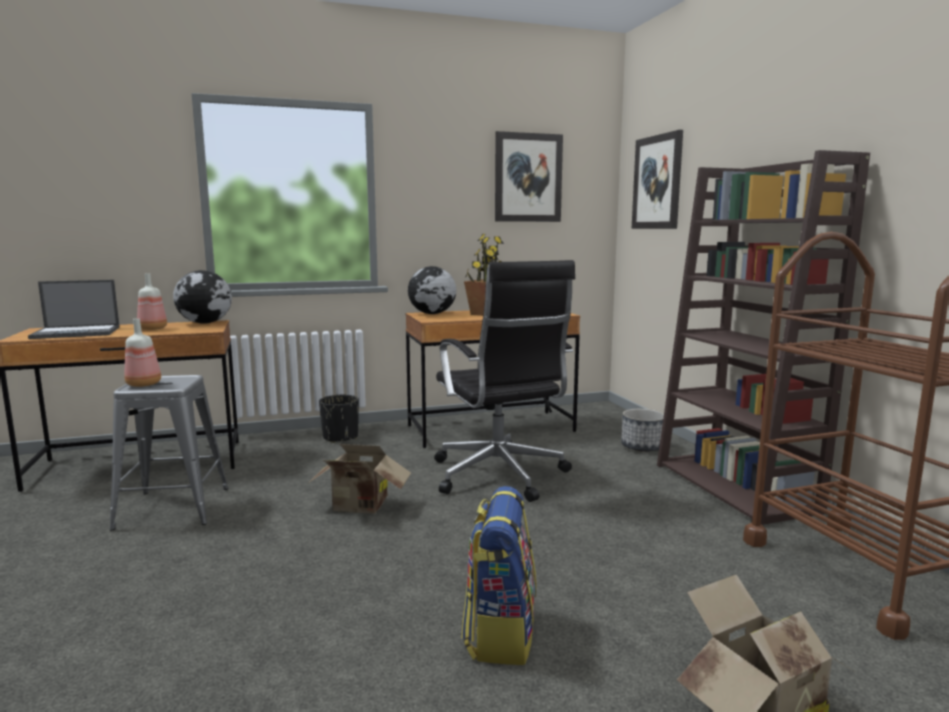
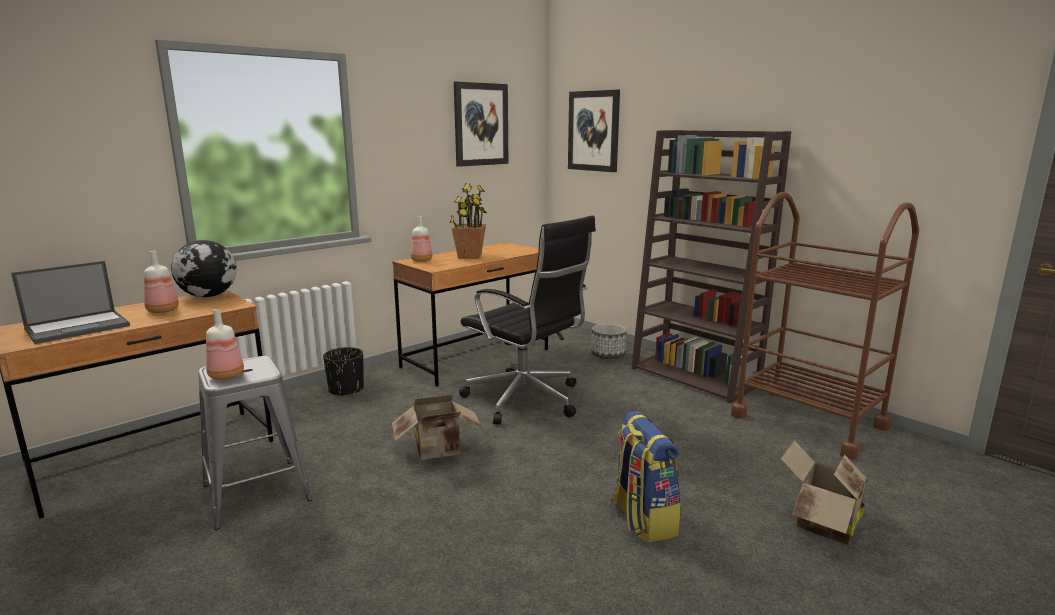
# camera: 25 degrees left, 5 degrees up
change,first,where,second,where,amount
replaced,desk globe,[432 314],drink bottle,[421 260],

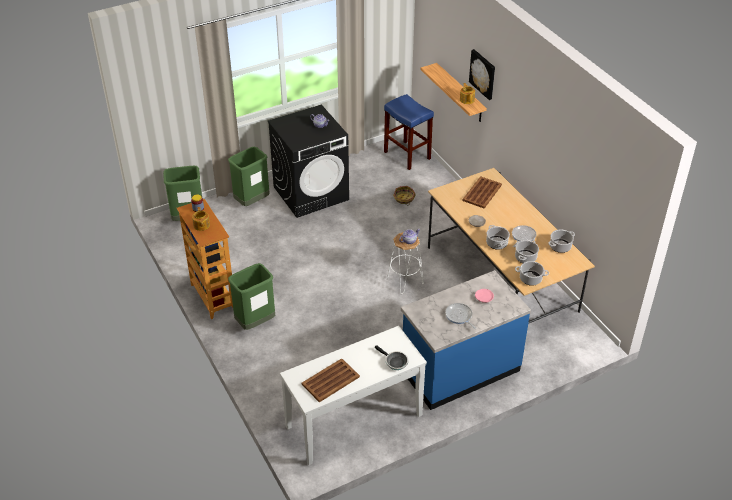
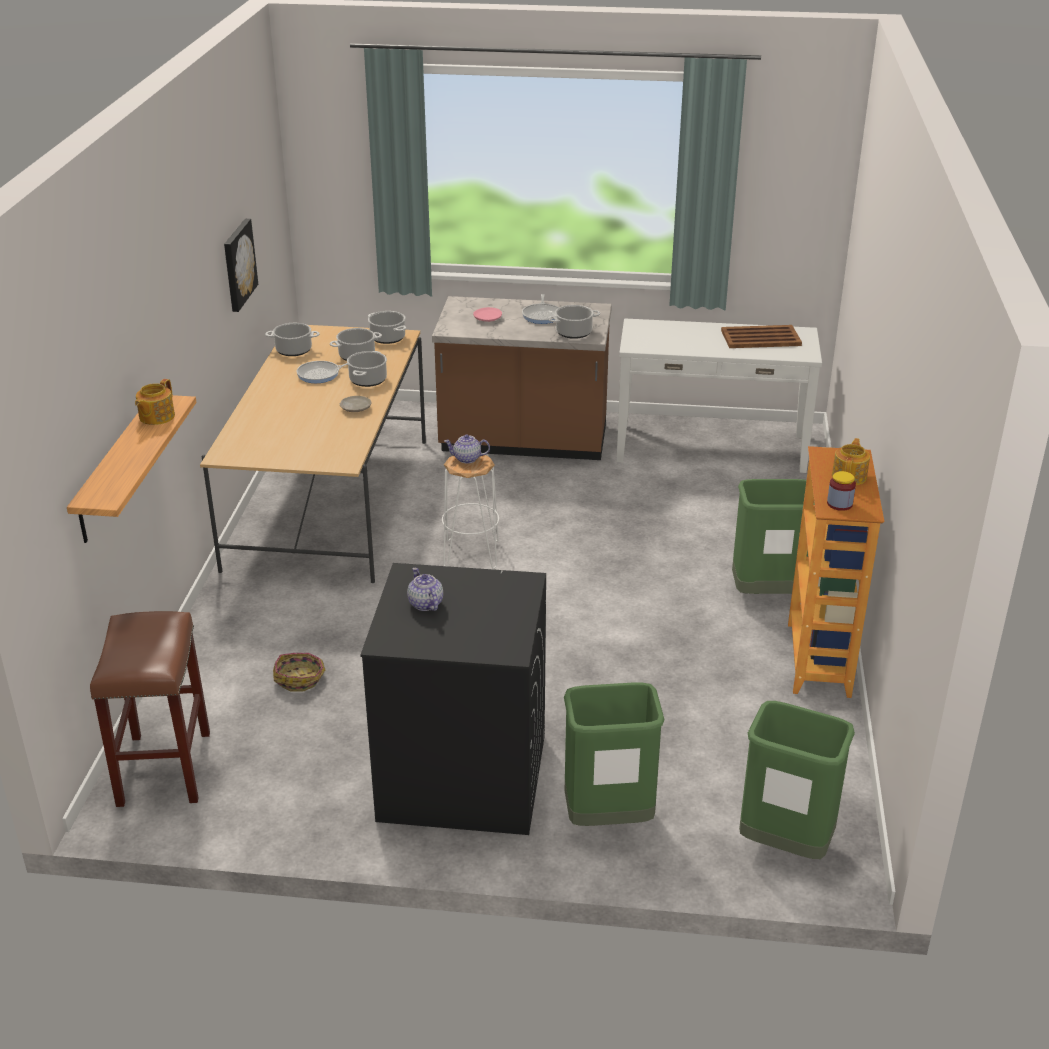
# camera: 145 degrees left, 10 degrees down
change,first,where,second,where,amount
removed,frying pan,[394 362],,,
removed,brown carrying tray,[482 192],,,
added,,,cooking pot,[574 332],
moved,picture,[483 74],,[238 264],
recoloured,blue-coloured stool seat,[406 155],brown stool seat,[165 770],
recoloured,blue-coloured kitchen base unit,[459 369],brown kitchen base unit,[523 442],

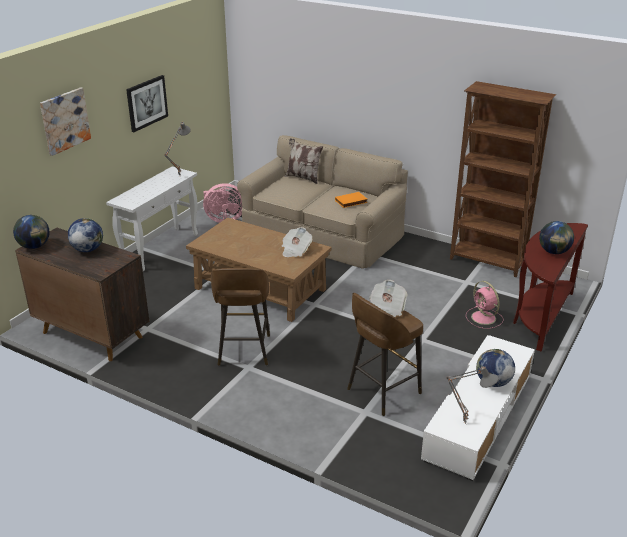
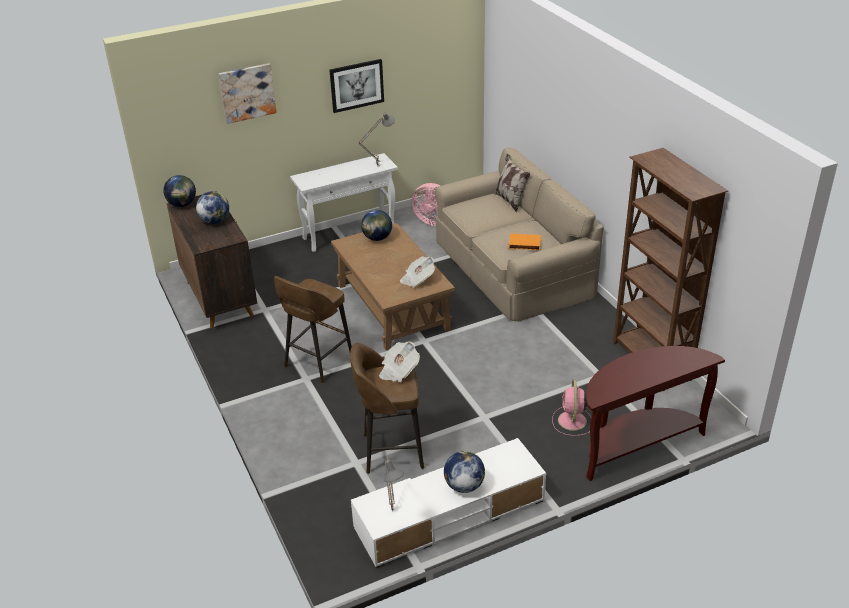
# camera: 35 degrees right, 5 degrees up
change,first,where,second,where,amount
moved,desk globe,[554 252],,[377 238],

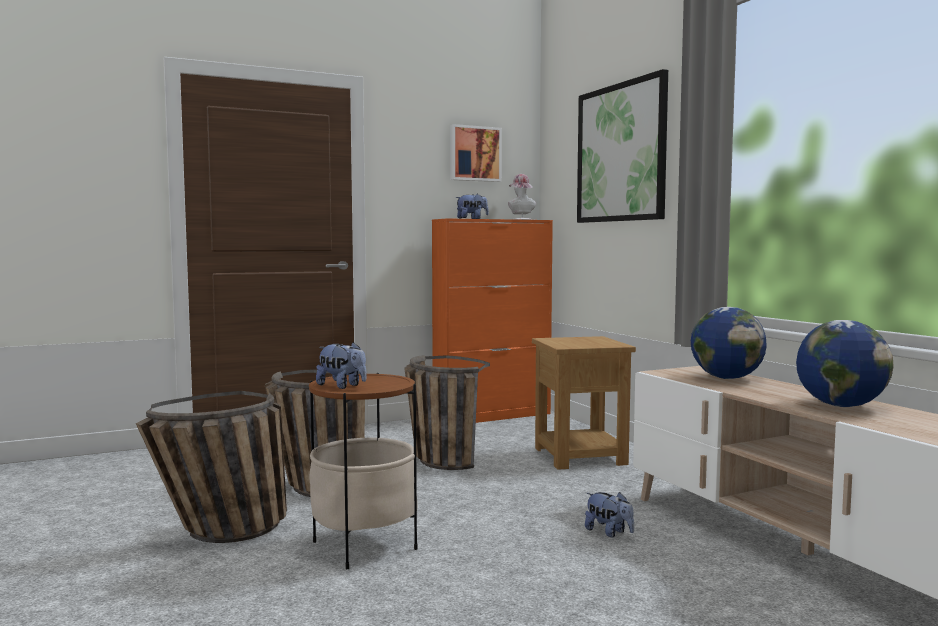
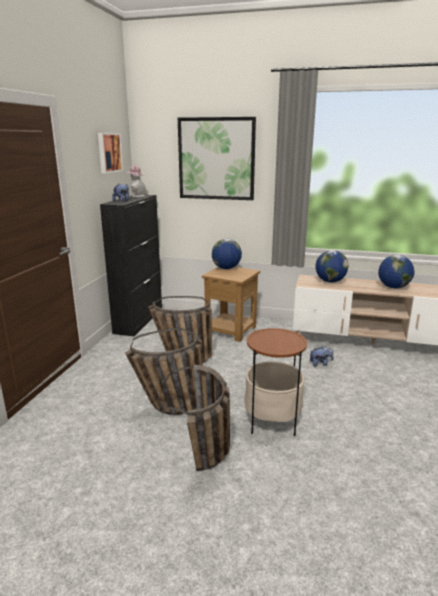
# camera: 50 degrees left, 15 degrees up
change,first,where,second,where,amount
removed,plush toy,[342 386],,,
added,,,desk globe,[226 268],
recoloured,orange-coloured storage cabinet,[493 415],black storage cabinet,[139 320],

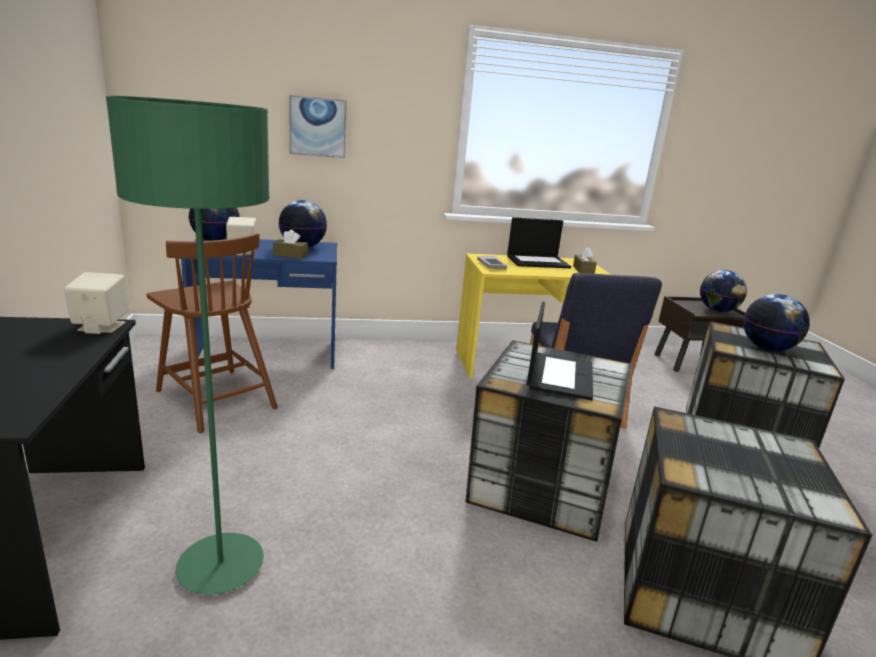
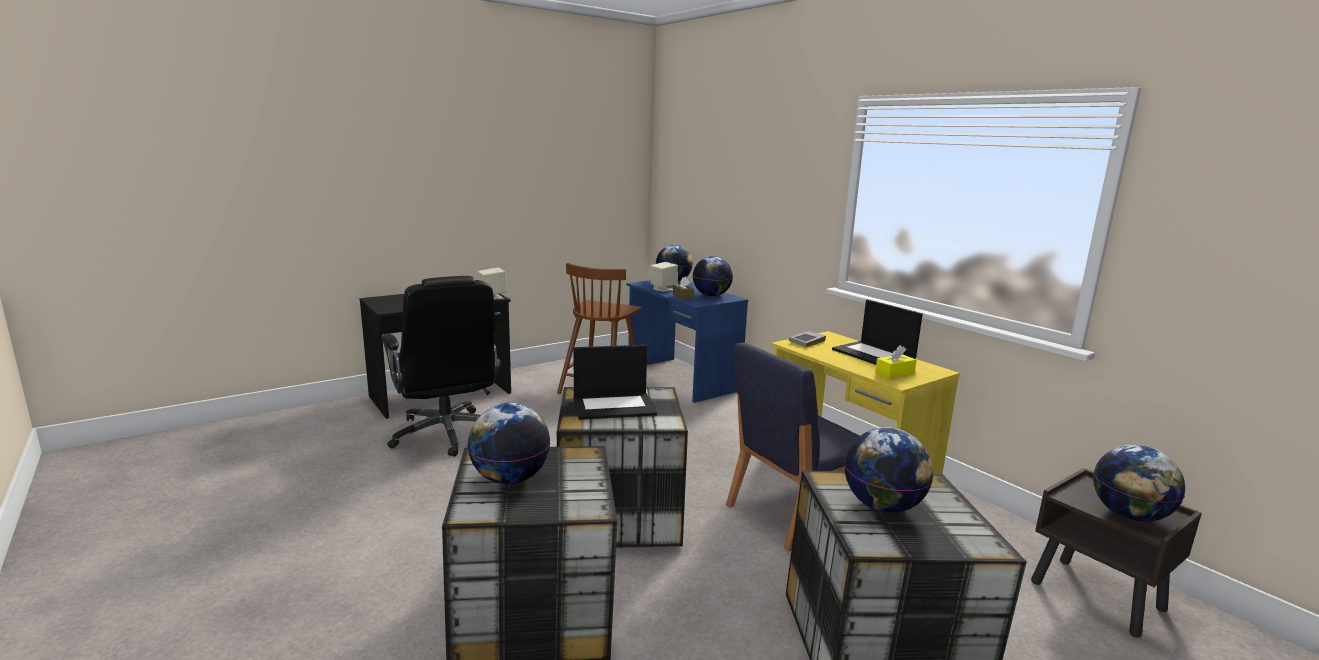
# camera: 65 degrees right, 5 degrees down
change,first,where,second,where,amount
removed,picture,[317 127],,,
added,,,desk globe,[510 478],
replaced,green-coloured standard lamp,[220 566],black desk chair,[447 434],
recoloured,brown tissue box,[583 270],yellowish tissue box,[894 373],

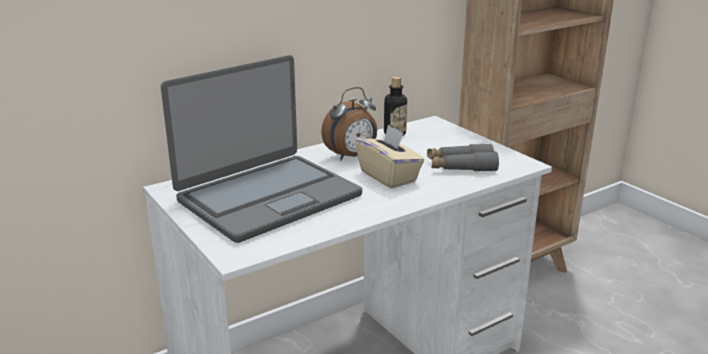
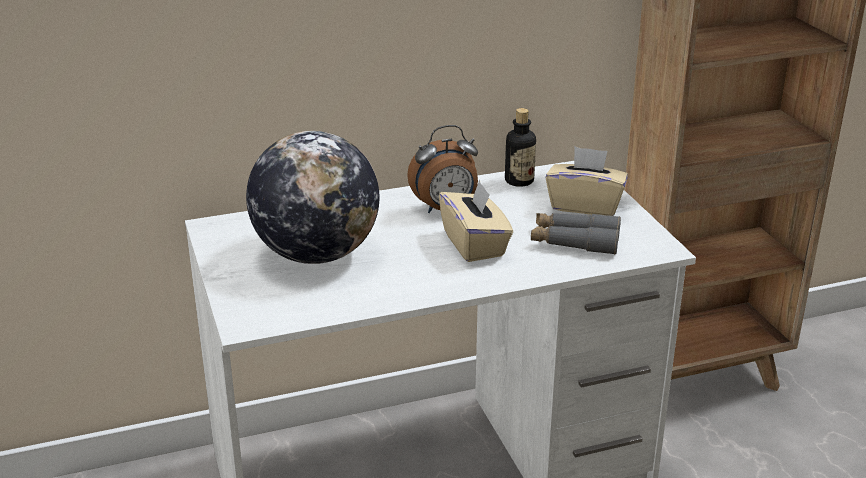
# camera: 15 degrees right, 5 degrees up
change,first,where,second,where,amount
added,,,sand-coloured tissue box,[585 205],
replaced,portable computer,[268 197],desk globe,[316 254],

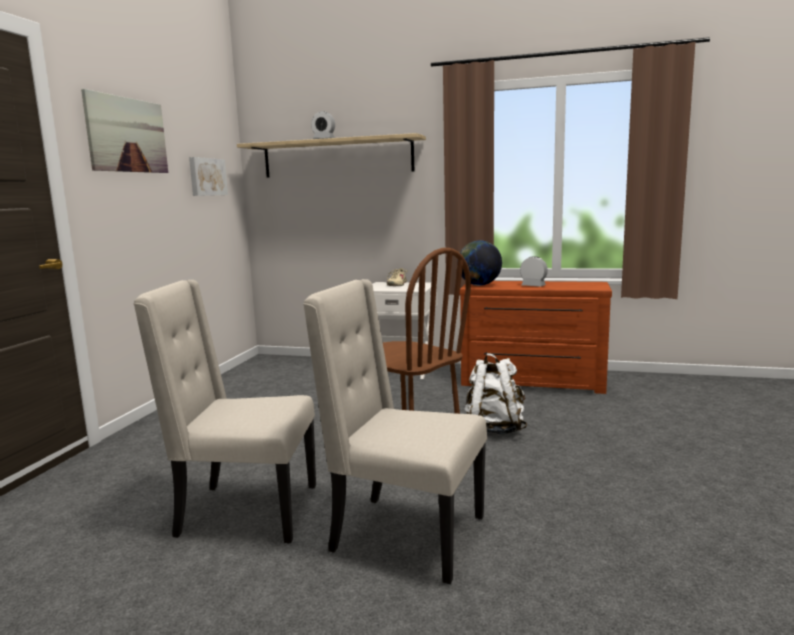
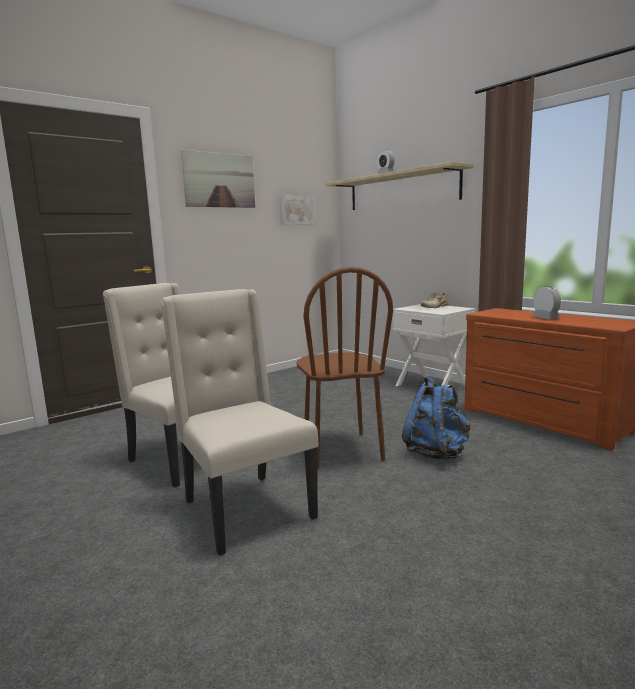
# camera: 35 degrees right, 0 degrees up
change,first,where,second,where,amount
removed,desk globe,[479 285],,,
recoloured,white-coloured rucksack,[494 429],blue-coloured rucksack,[436 453],

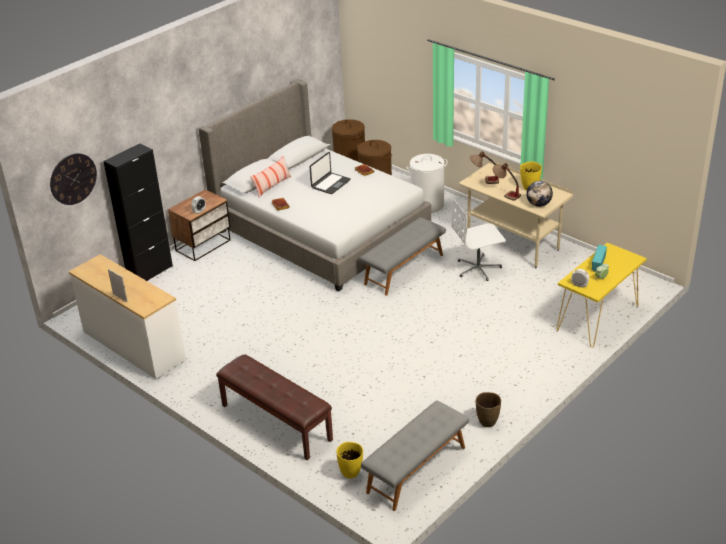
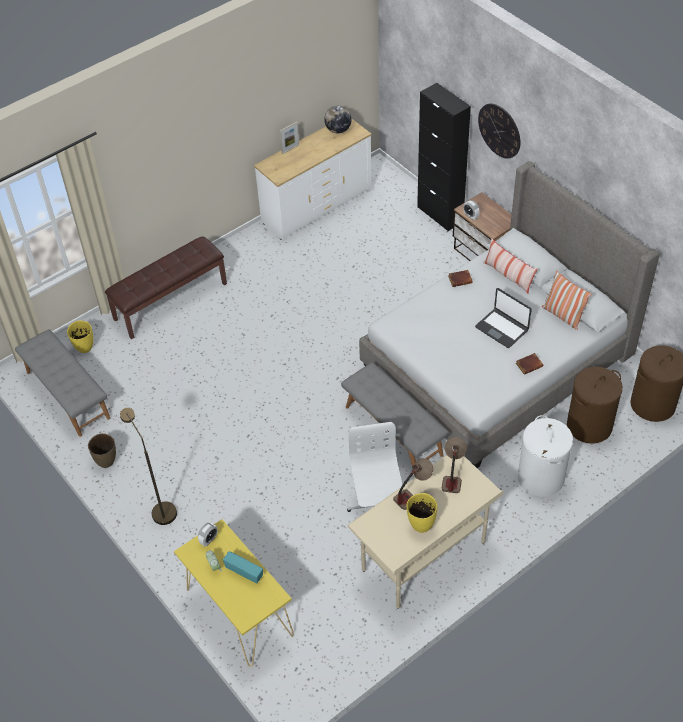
# camera: 100 degrees right, 15 degrees up
change,first,where,second,where,amount
added,,,brown standard lamp,[160 509],
added,,,cushion,[562 315],
moved,wall clock,[73 179],,[499 130],
moved,desk globe,[538 204],,[338 130],

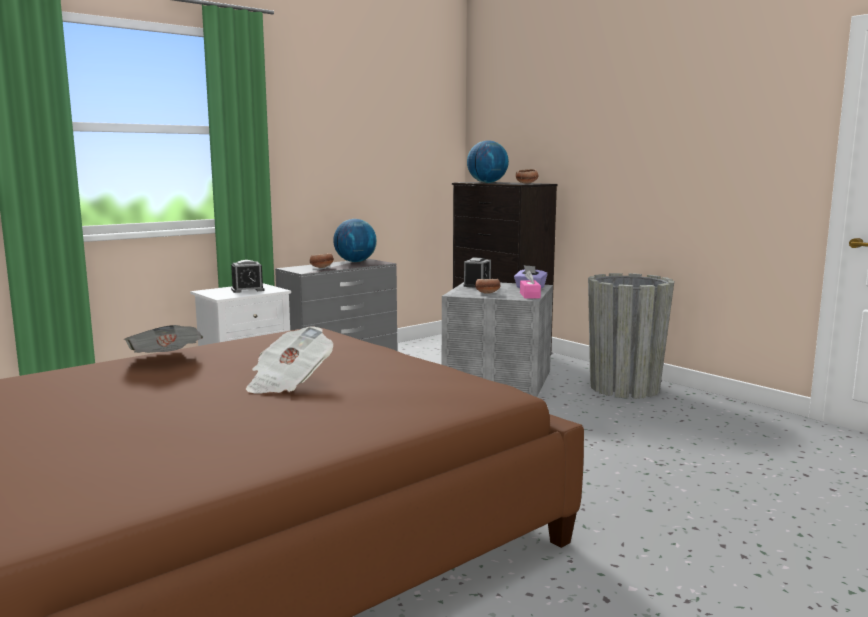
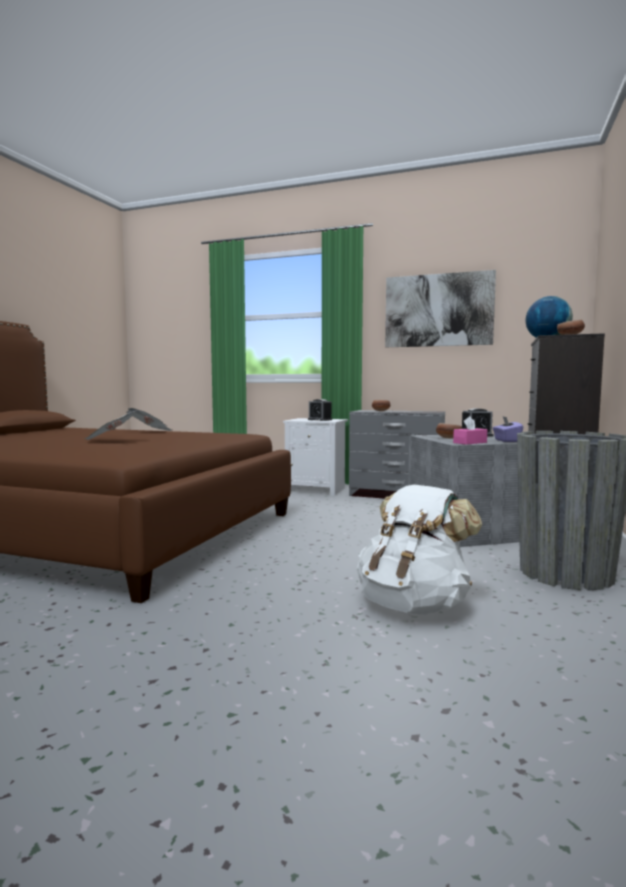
# camera: 60 degrees right, 5 degrees down
change,first,where,second,where,amount
removed,desk globe,[355 262],,,
added,,,white-coloured rucksack,[413 604],
added,,,picture,[438 310],

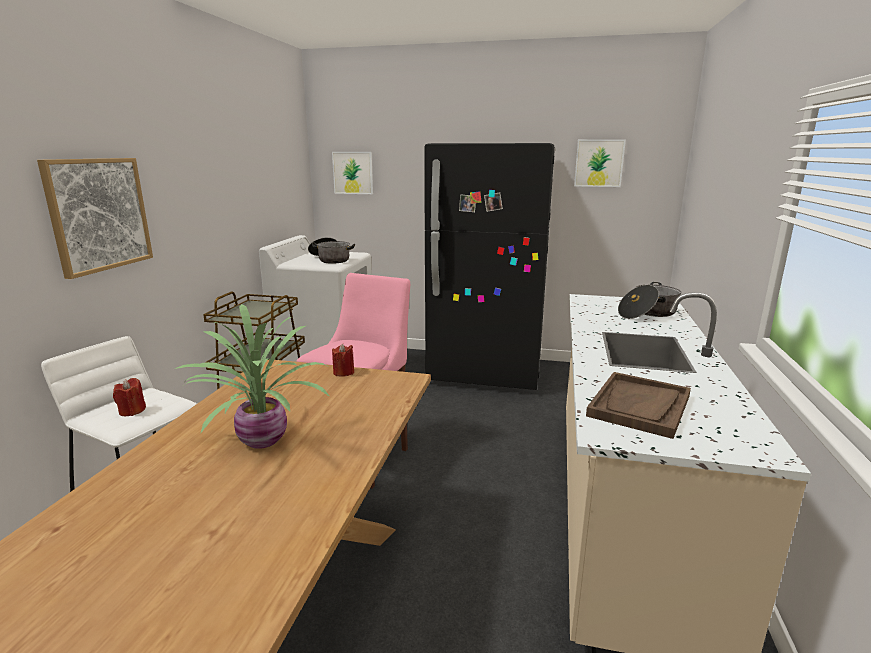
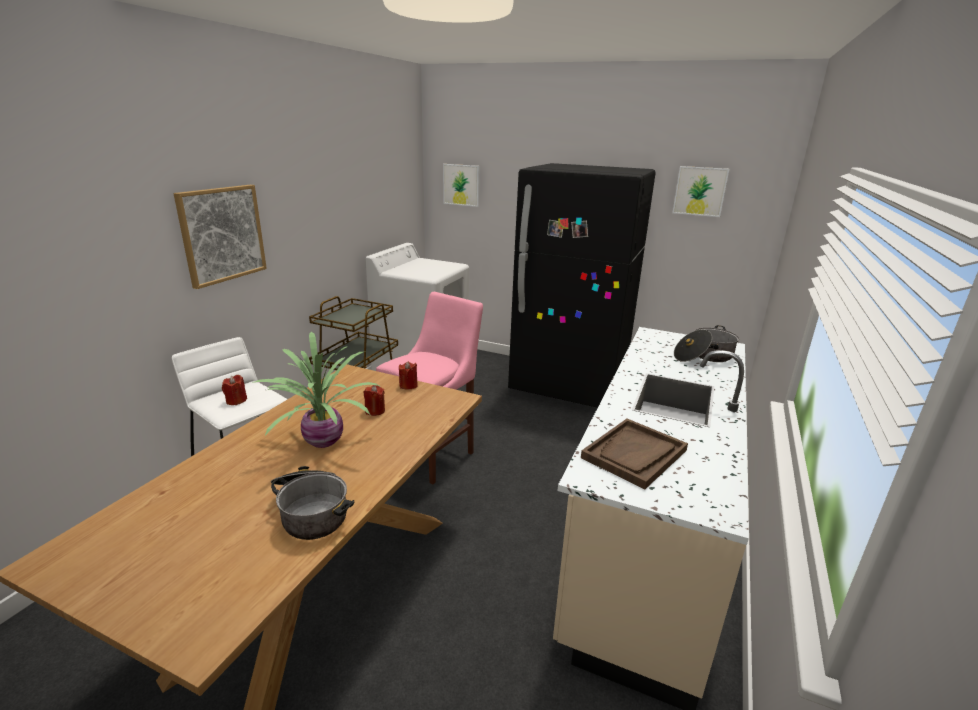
# camera: 10 degrees right, 5 degrees up
change,first,where,second,where,amount
added,,,reddish wax light,[375 411],
moved,cooking pot,[330 259],,[312 512],

